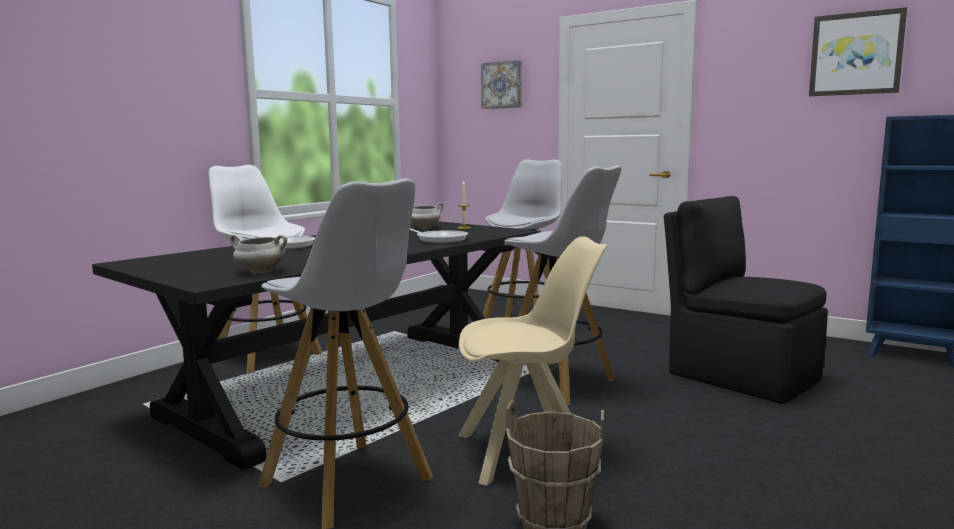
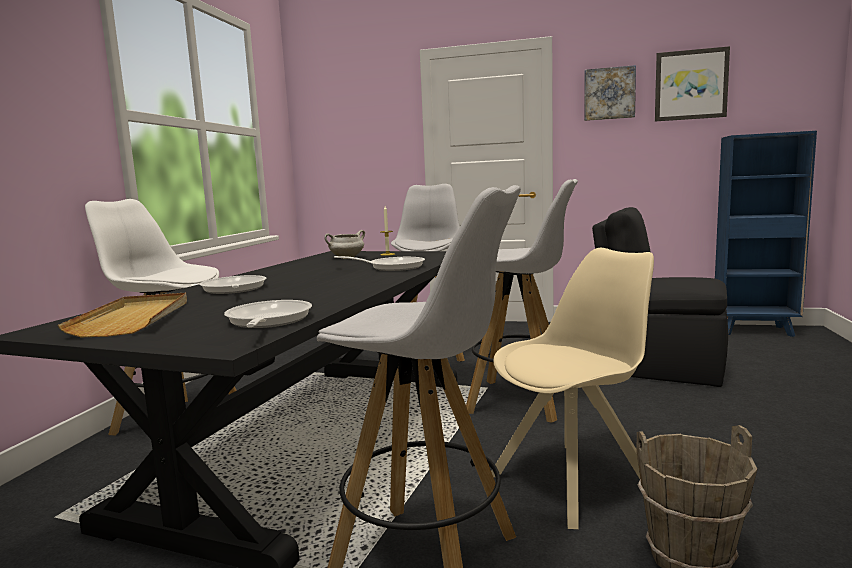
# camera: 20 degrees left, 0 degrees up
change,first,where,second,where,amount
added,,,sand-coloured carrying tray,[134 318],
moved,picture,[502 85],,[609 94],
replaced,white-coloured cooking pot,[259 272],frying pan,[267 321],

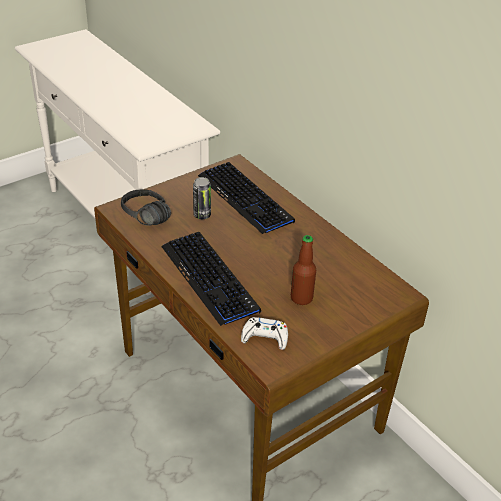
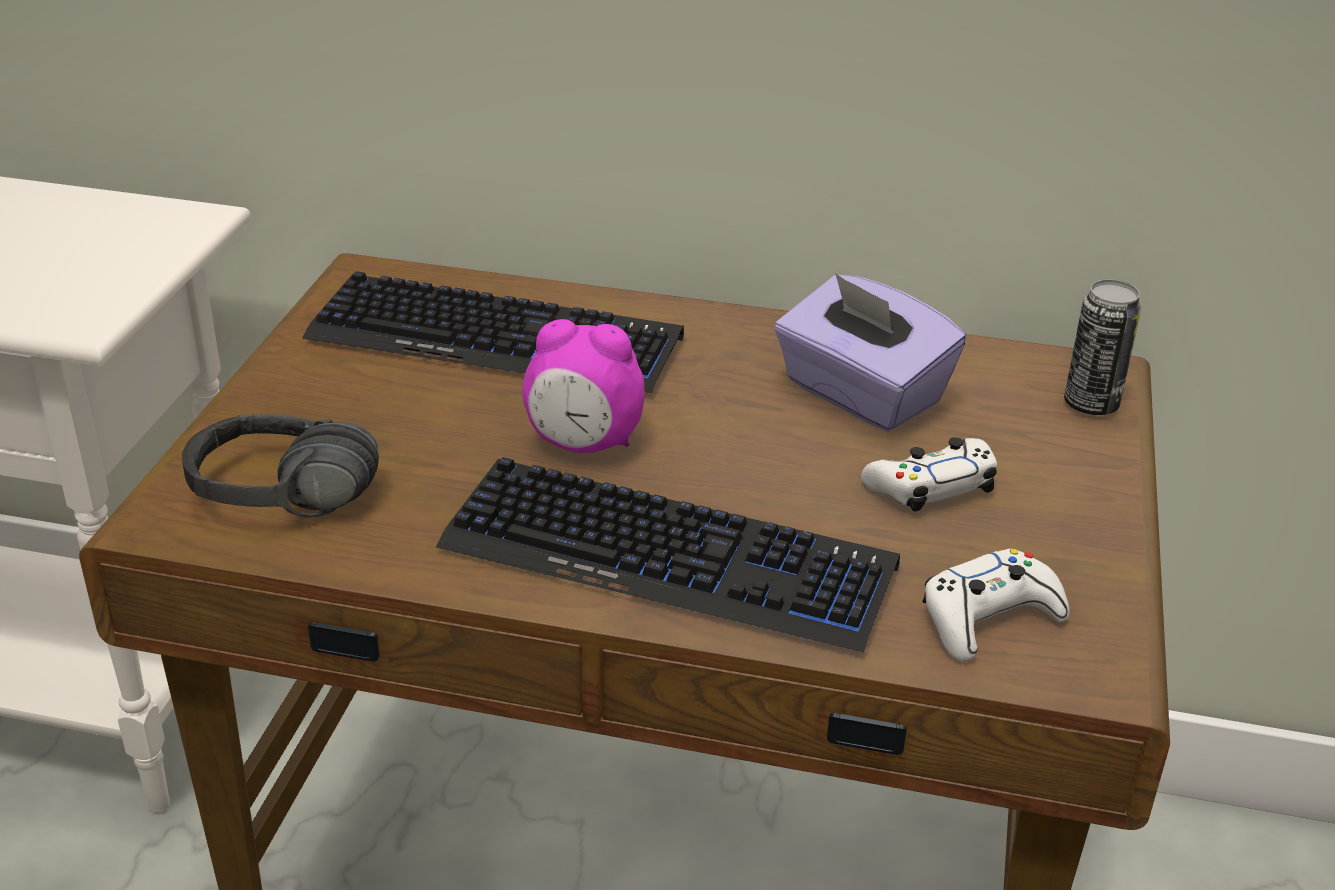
# camera: 40 degrees left, 5 degrees down
change,first,where,second,where,amount
added,,,alarm clock,[584 444],
added,,,purple tissue box,[861 395],
moved,metal can,[202 215],,[1091 404],
replaced,drink bottle,[301 298],white-coloured joypad,[931 486],

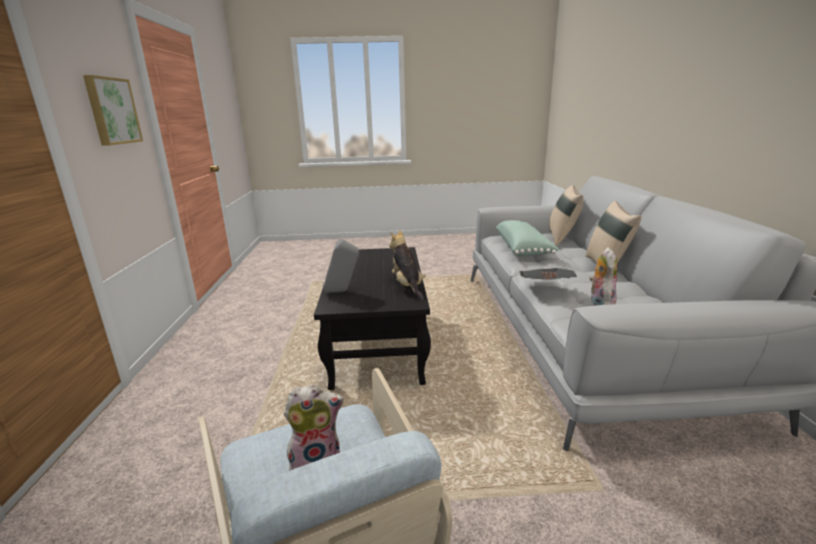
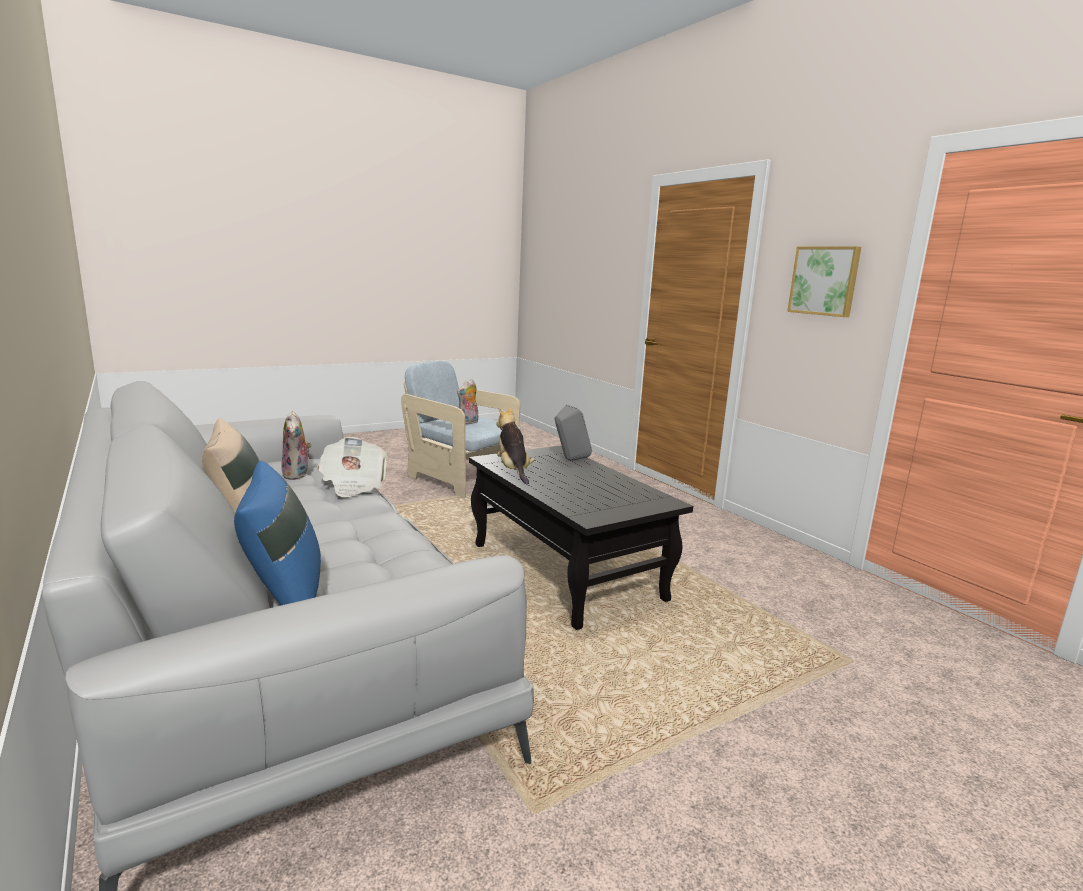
# camera: 150 degrees right, 5 degrees down
change,first,where,second,where,amount
removed,green-coloured cushion,[523 249],,,
recoloured,sand-coloured cushion,[562 239],blue-coloured cushion,[285 601],
turned,plush toy,[407 286],,[513 471],150 degrees counterclockwise

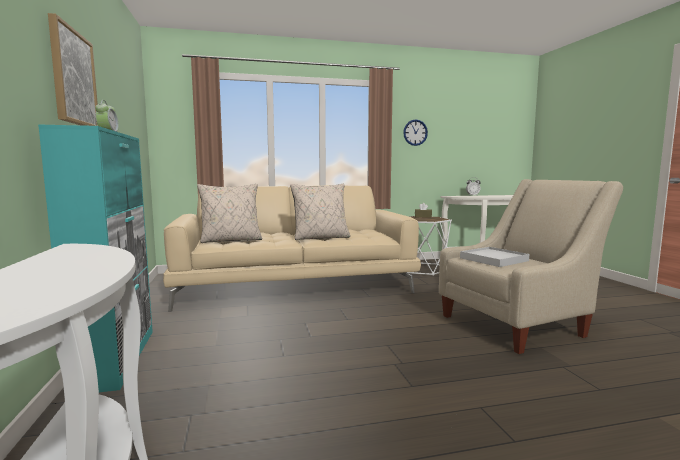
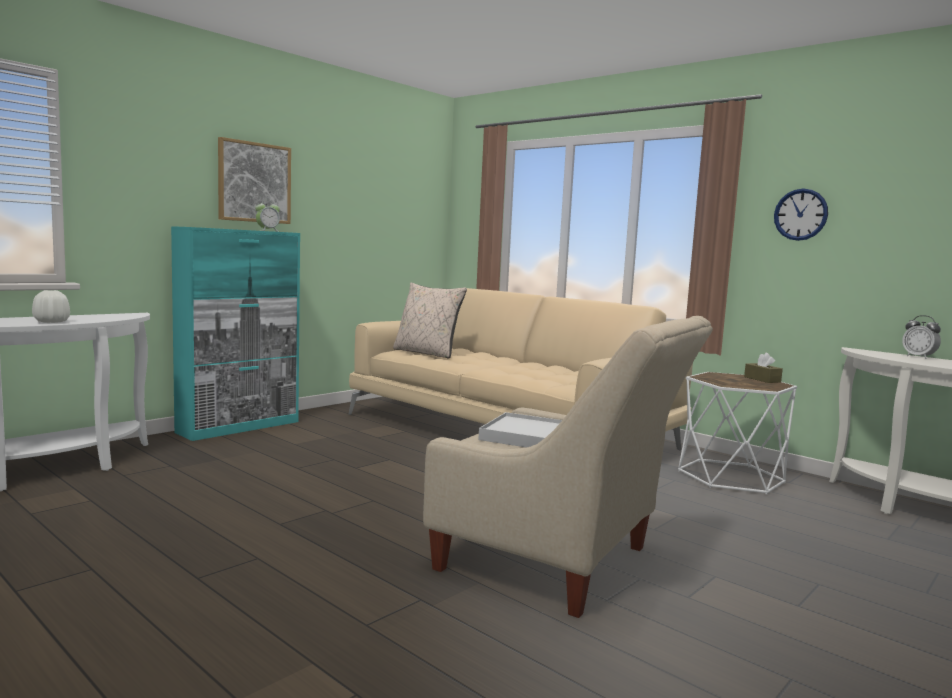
# camera: 55 degrees right, 0 degrees up
change,first,where,second,where,amount
removed,sand-coloured cushion,[321 237],,,
added,,,white-coloured vase,[51 322],

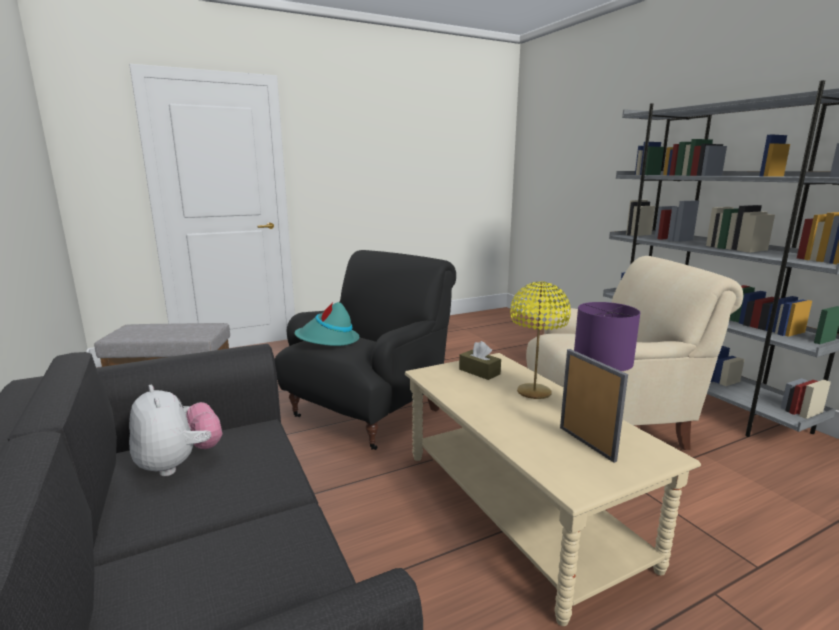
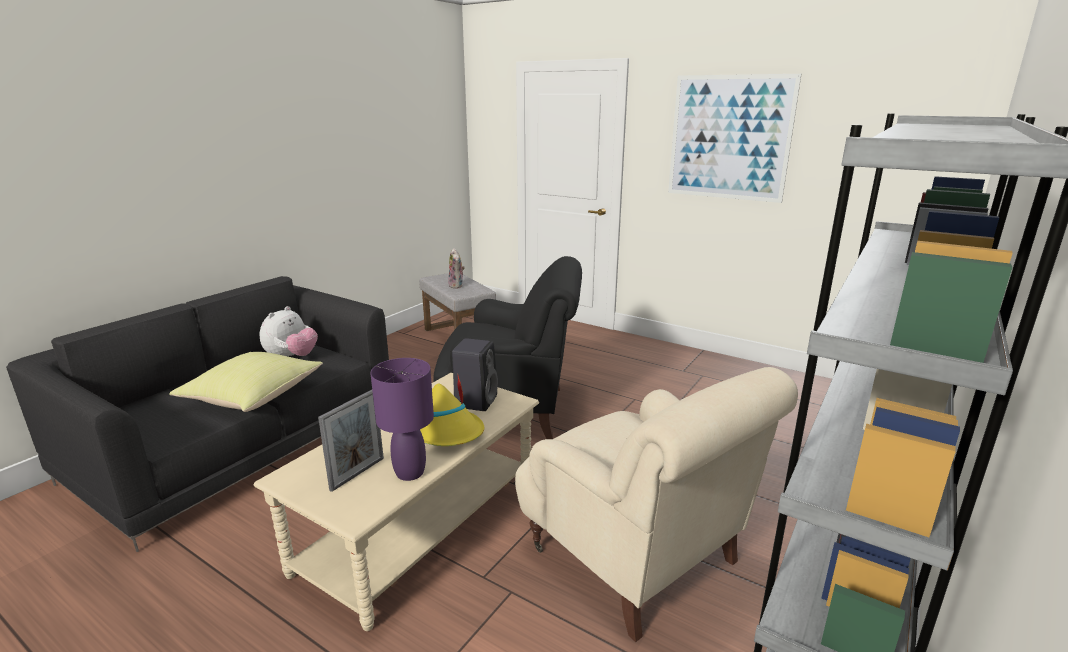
# camera: 60 degrees right, 5 degrees up
change,first,where,second,where,amount
removed,turquoise wearable hat,[327 340],,,
added,,,yellowish cushion,[253 397],
added,,,plush toy,[457 286],
added,,,picture,[729 138],
replaced,brown tissue box,[479 372],black audio speaker,[476 401],
replaced,yellowish table lamp,[534 392],yellowish wearable hat,[449 434],

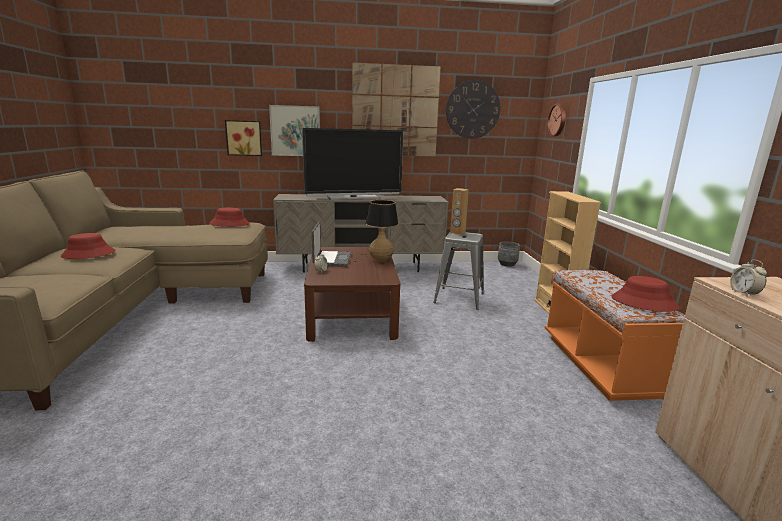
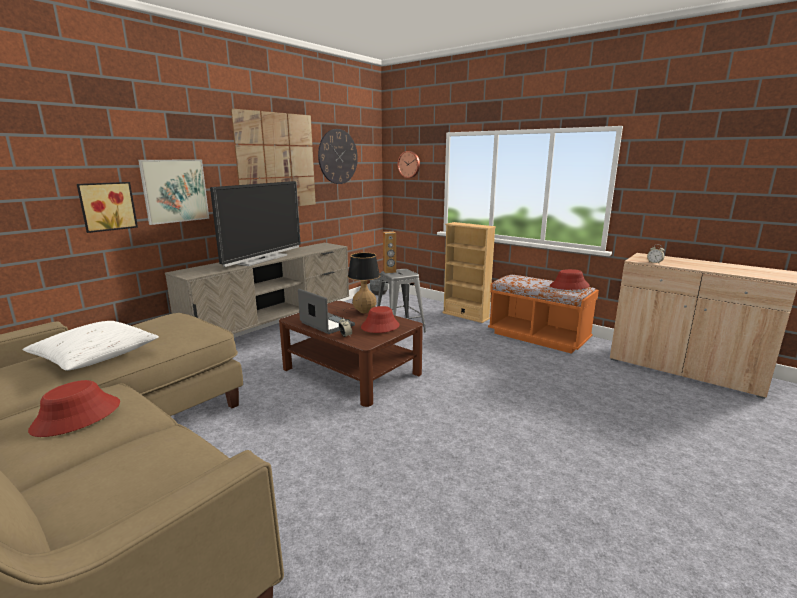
# camera: 45 degrees left, 0 degrees up
change,first,where,second,where,amount
added,,,white-coloured cushion,[95 356],
moved,reddish wearable hat,[229 224],,[380 326],

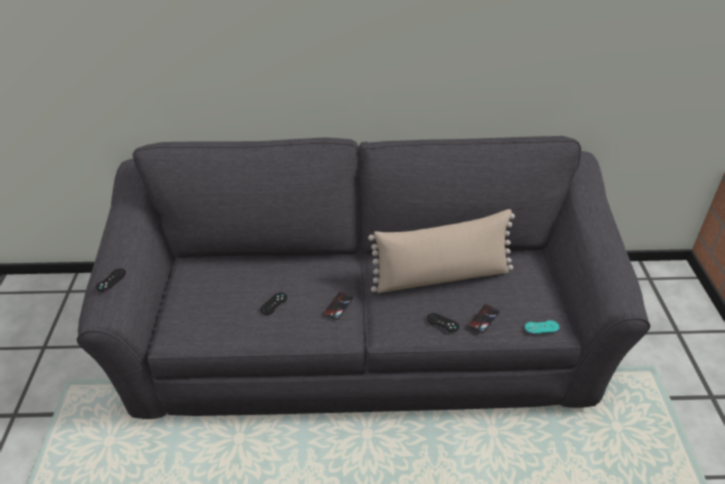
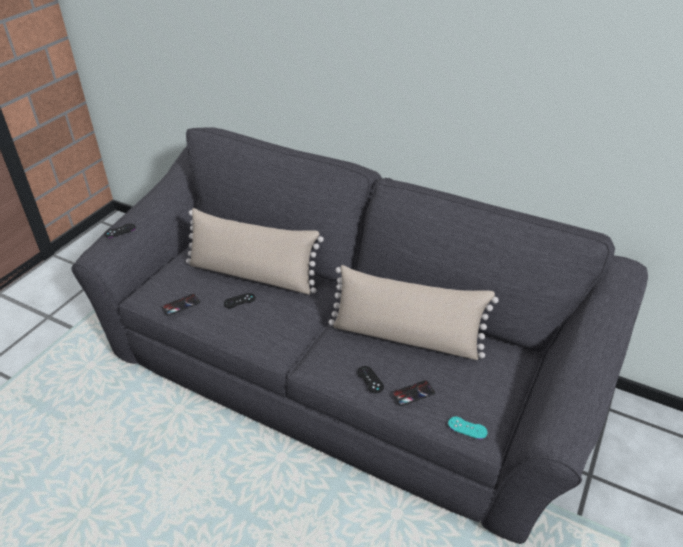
# camera: 30 degrees right, 0 degrees up
change,first,where,second,where,amount
added,,,sand-coloured cushion,[252 275],
moved,handset,[338 306],,[181 304],

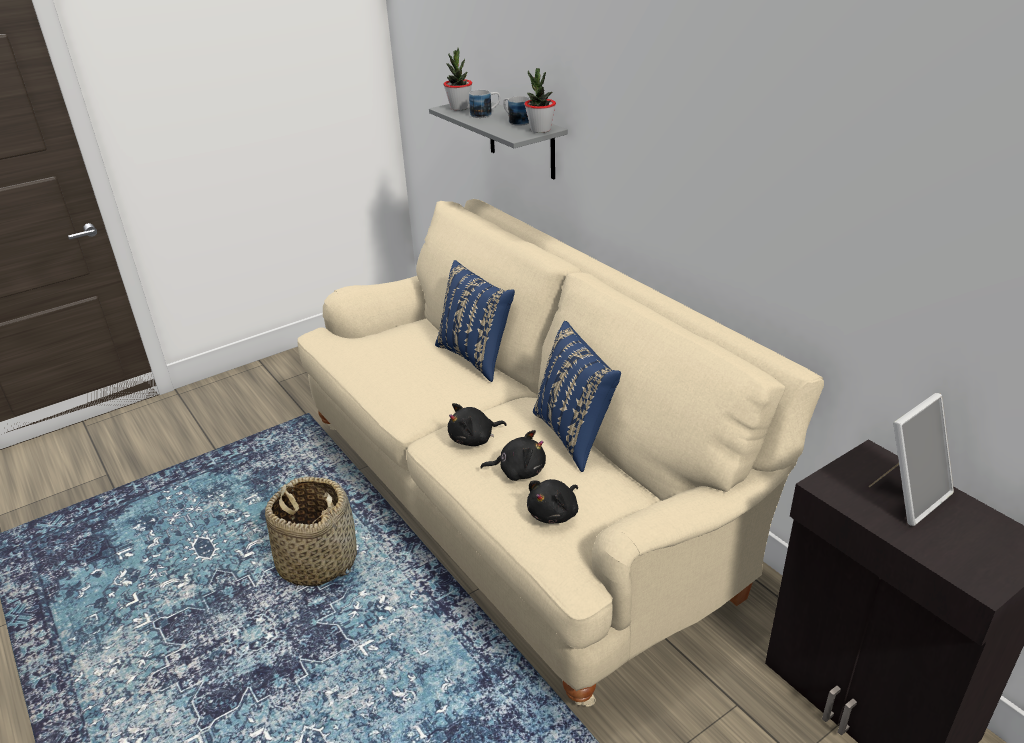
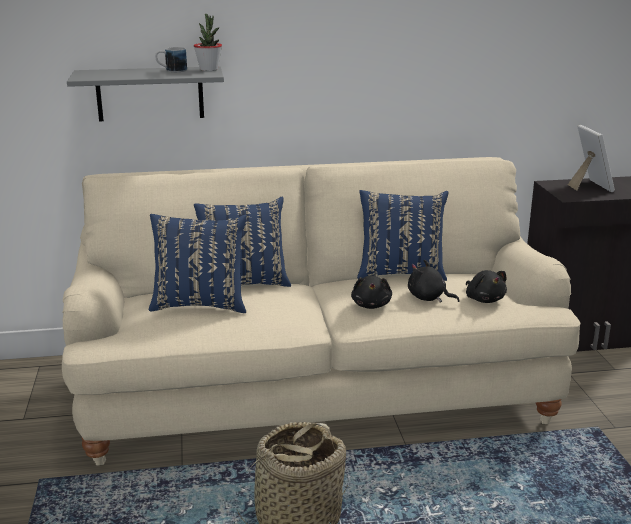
# camera: 65 degrees left, 10 degrees down
change,first,where,second,where,amount
removed,plant in a pot,[459 108],,,
removed,tea mug,[485 114],,,
added,,,blue-coloured cushion,[200 304],
turned,black plush toy,[519 471],,[428 298],90 degrees counterclockwise

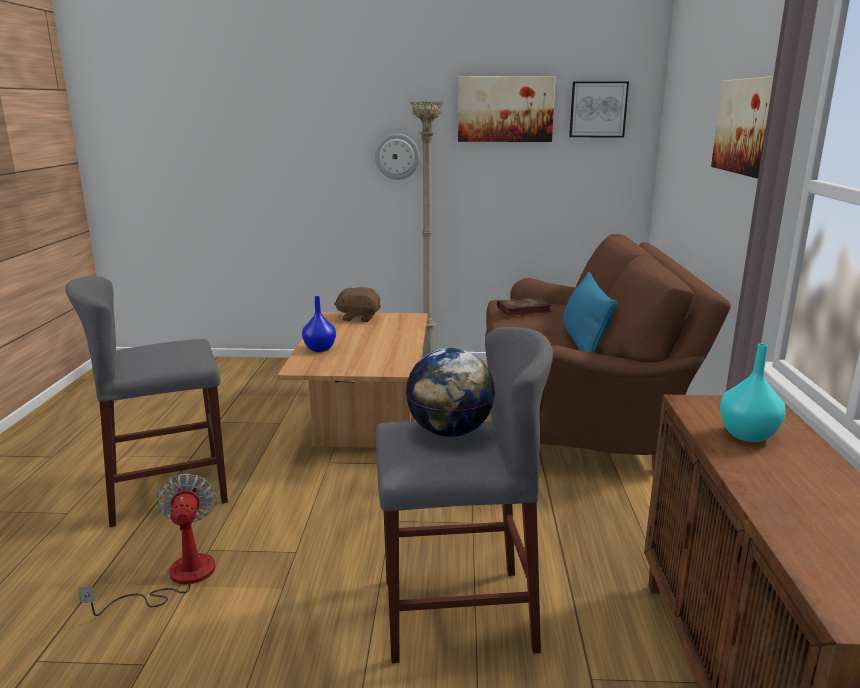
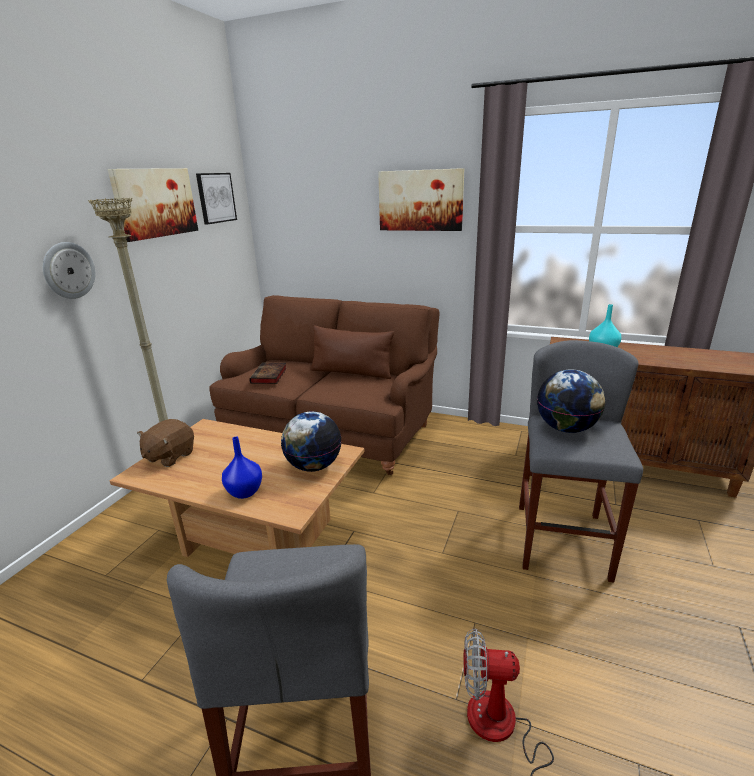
# camera: 70 degrees left, 5 degrees up
change,first,where,second,where,amount
added,,,desk globe,[313 466],
recoloured,blue-coloured cushion,[584 341],brown cushion,[351 372],

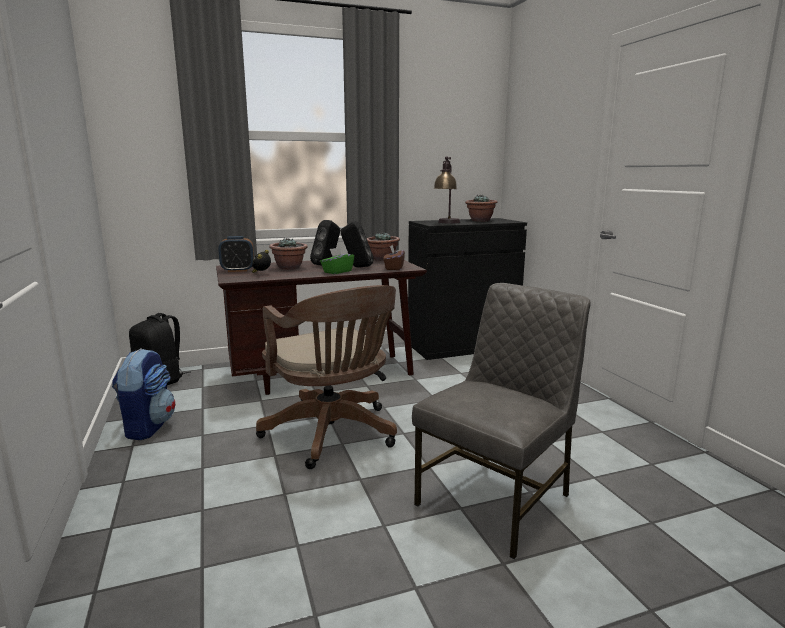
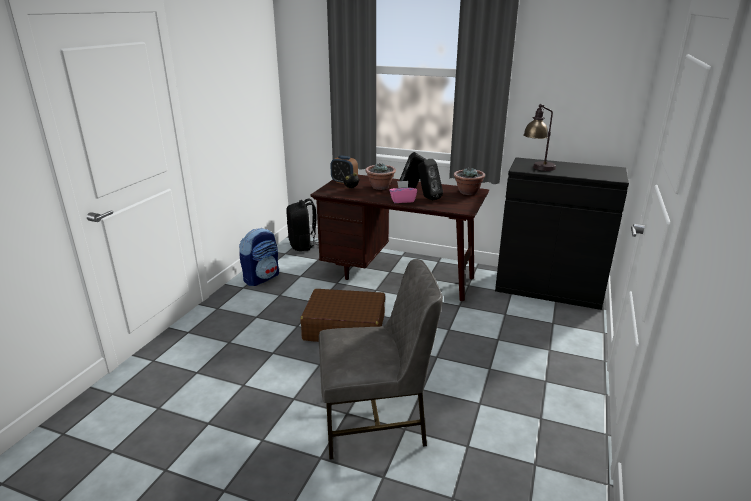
# camera: 40 degrees right, 10 degrees up
change,first,where,second,where,amount
removed,brown tissue box,[394 268],,,
removed,plant in a pot,[480 221],,,
replaced,brown desk chair,[333 435],brown suitcase,[344 327],
recoloured,green-coloured tissue box,[337 272],pinkish tissue box,[402 200],

